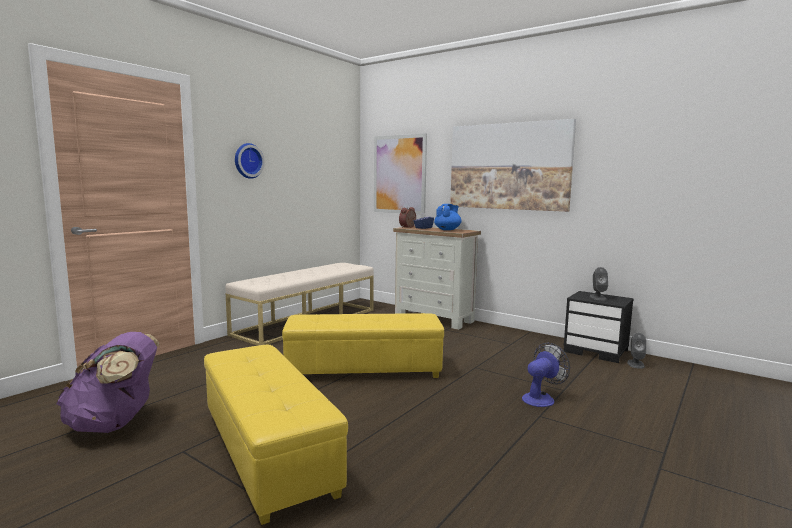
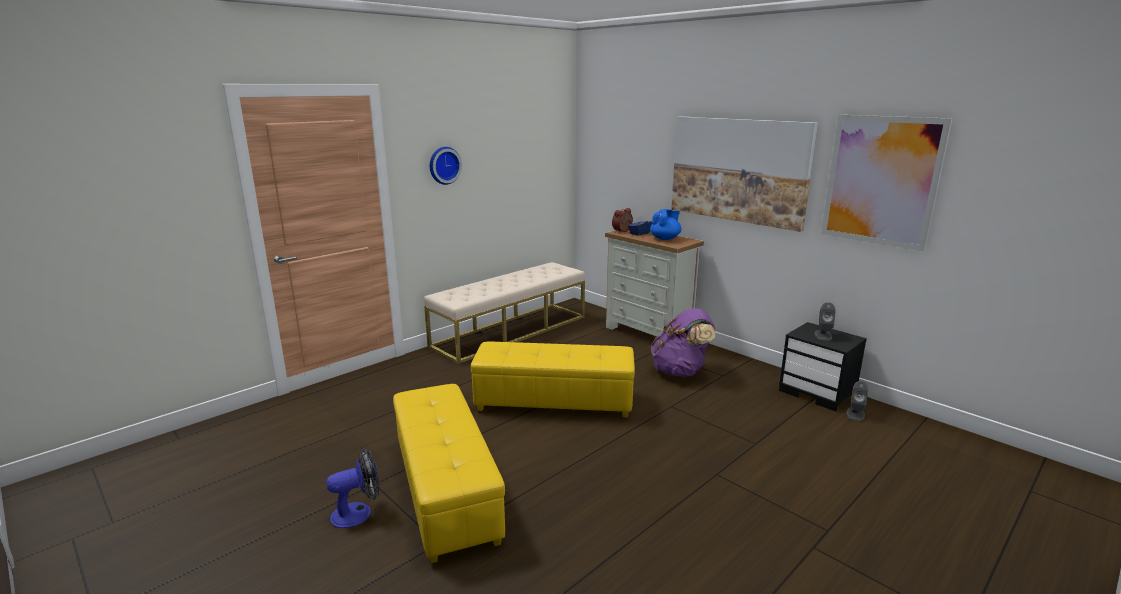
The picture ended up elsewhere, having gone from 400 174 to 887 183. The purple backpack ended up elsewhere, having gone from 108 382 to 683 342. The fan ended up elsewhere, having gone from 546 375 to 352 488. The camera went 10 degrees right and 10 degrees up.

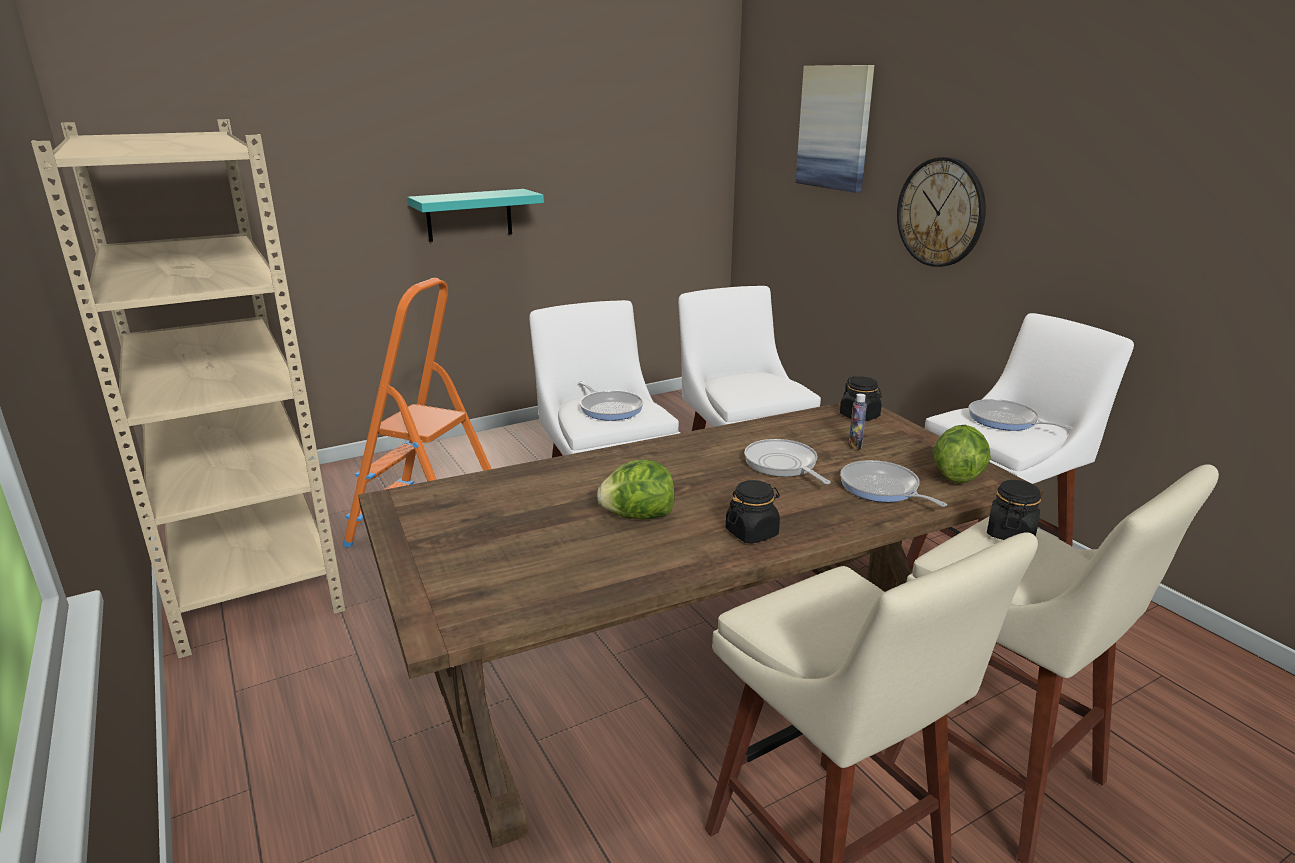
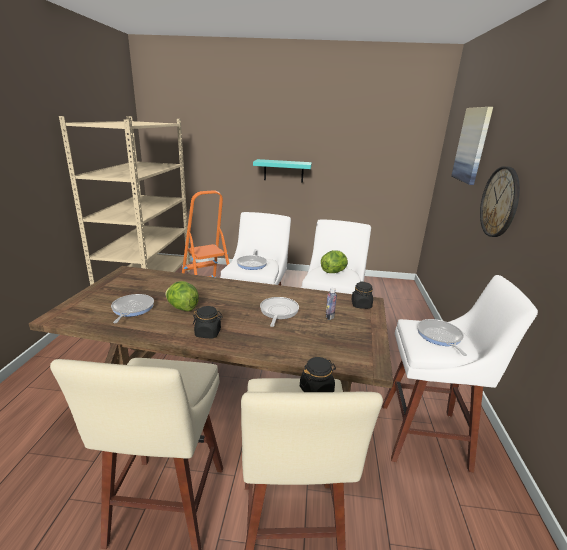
The lettuce ended up elsewhere, having gone from 962 454 to 334 261. The frying pan ended up elsewhere, having gone from 893 483 to 132 308. The camera went 35 degrees right and 0 degrees up.

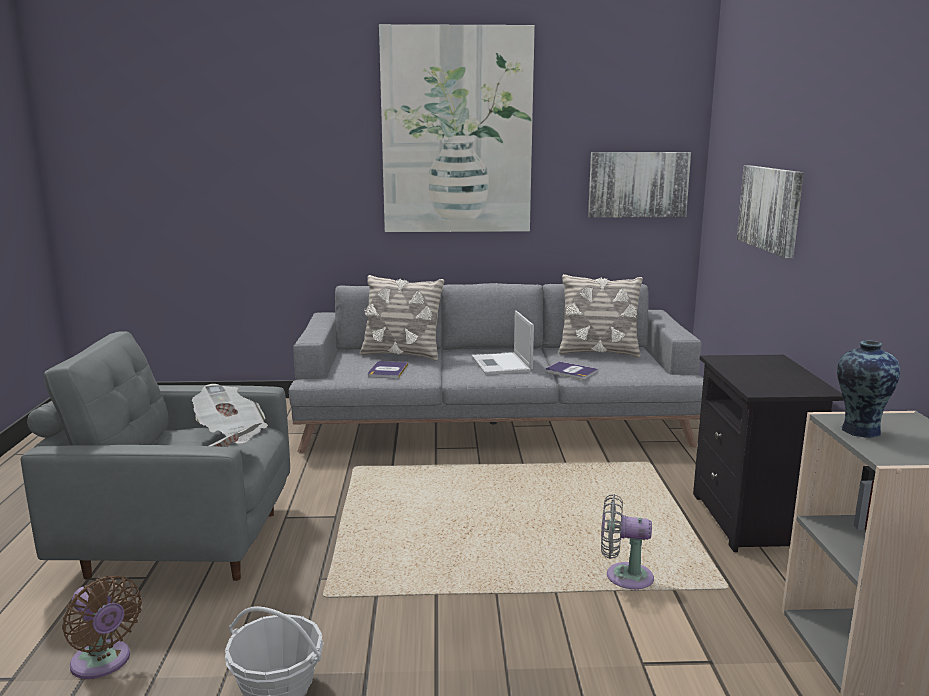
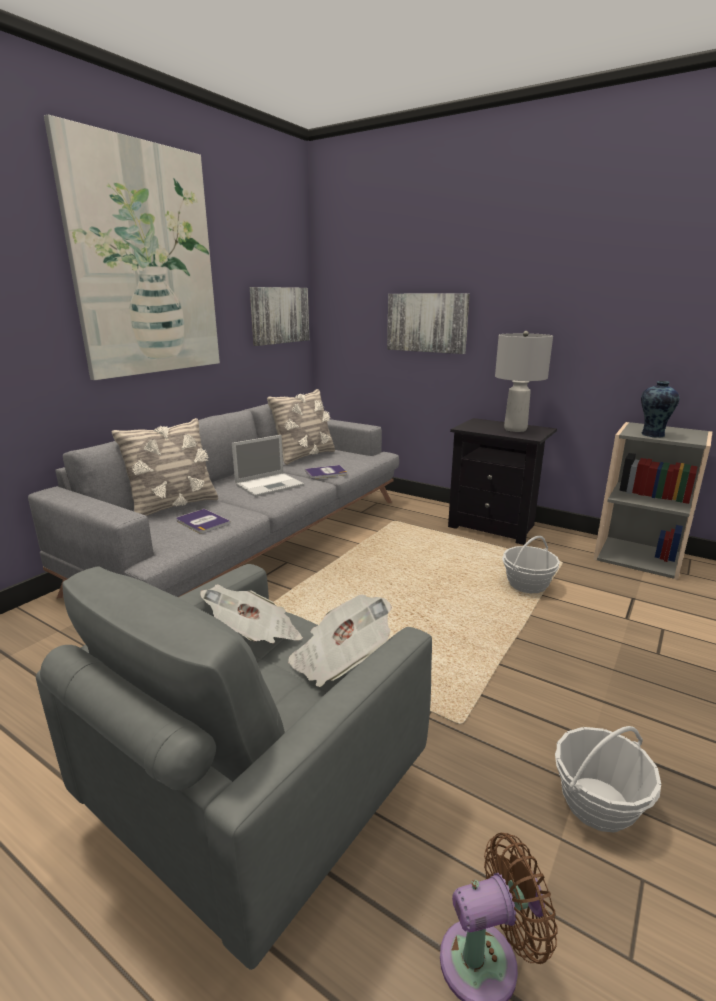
The laptop at 503 342 ended up facing another way, 60 degrees counterclockwise from before. Where the grey fan stood at 627 542, the basket came to stand at 531 564. The second view gained the grey table lamp at 524 381. The camera went 55 degrees left and 5 degrees up.

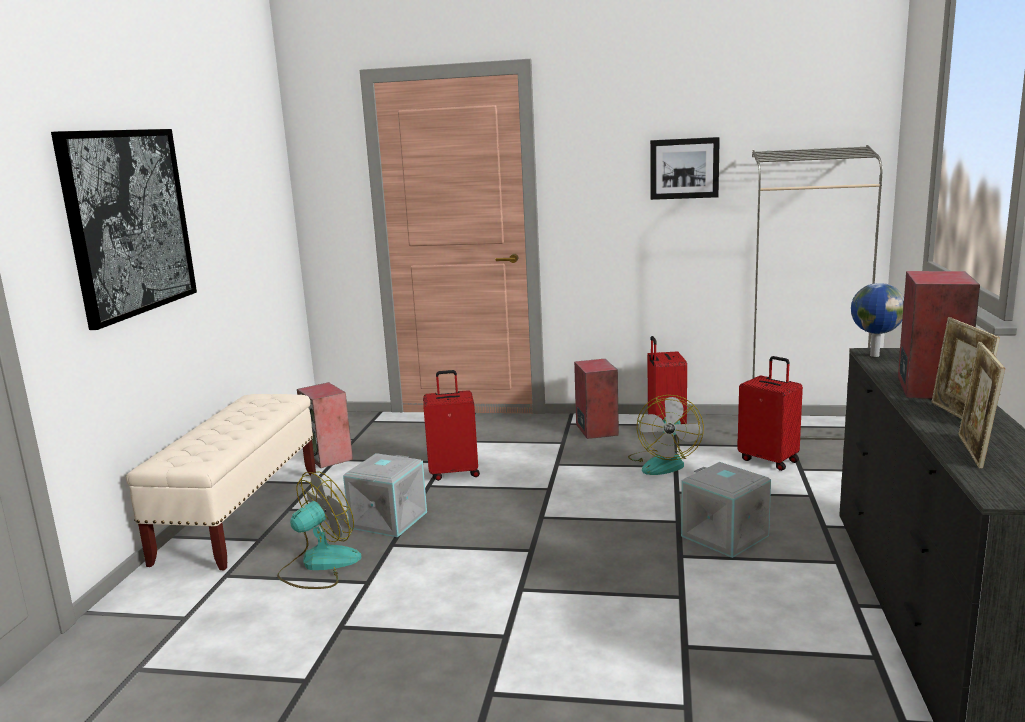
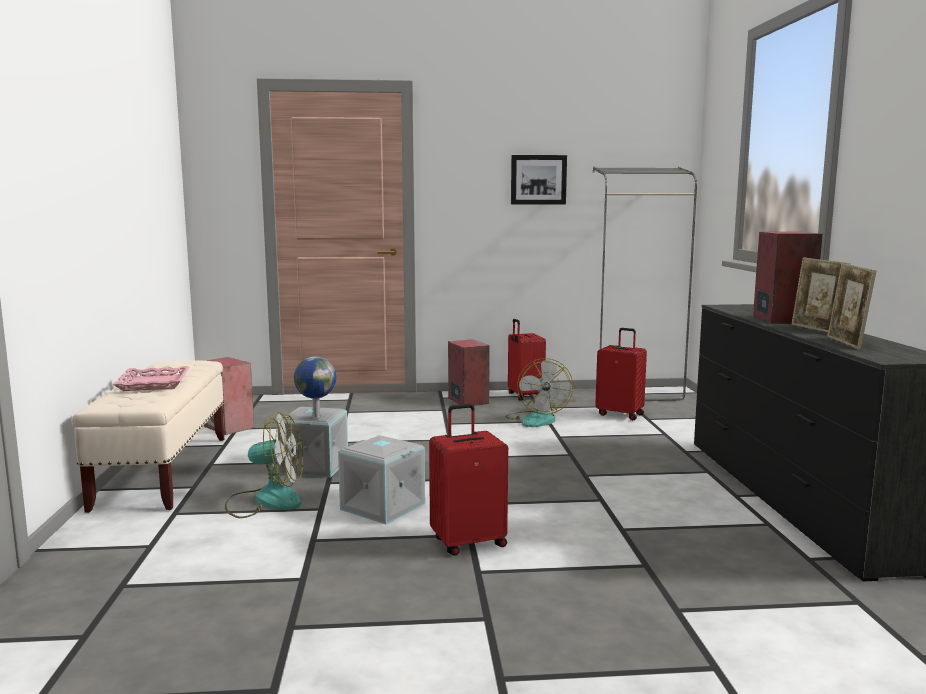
The second view lost the picture at 124 229. The globe ended up elsewhere, having gone from 877 320 to 315 387. The red suitcase ended up elsewhere, having gone from 451 425 to 468 479. The grey storage box ended up elsewhere, having gone from 726 510 to 381 479. The fan at 319 530 ended up facing another way, 60 degrees clockwise from before. The second view gained the pink tray at 151 378. The camera went 15 degrees left and 5 degrees down.

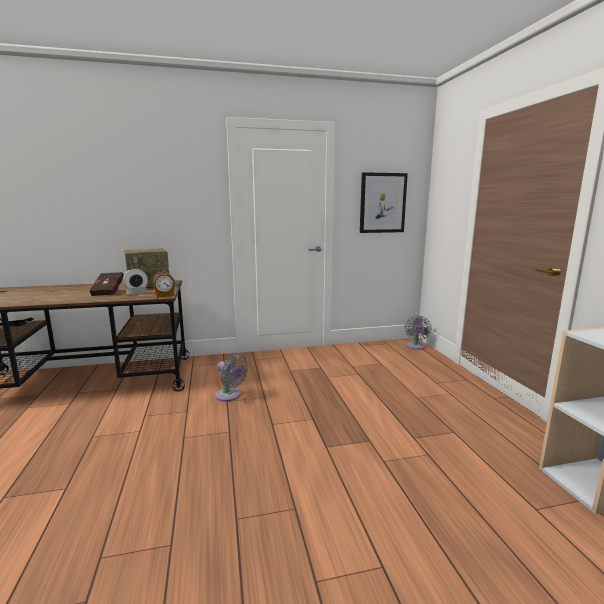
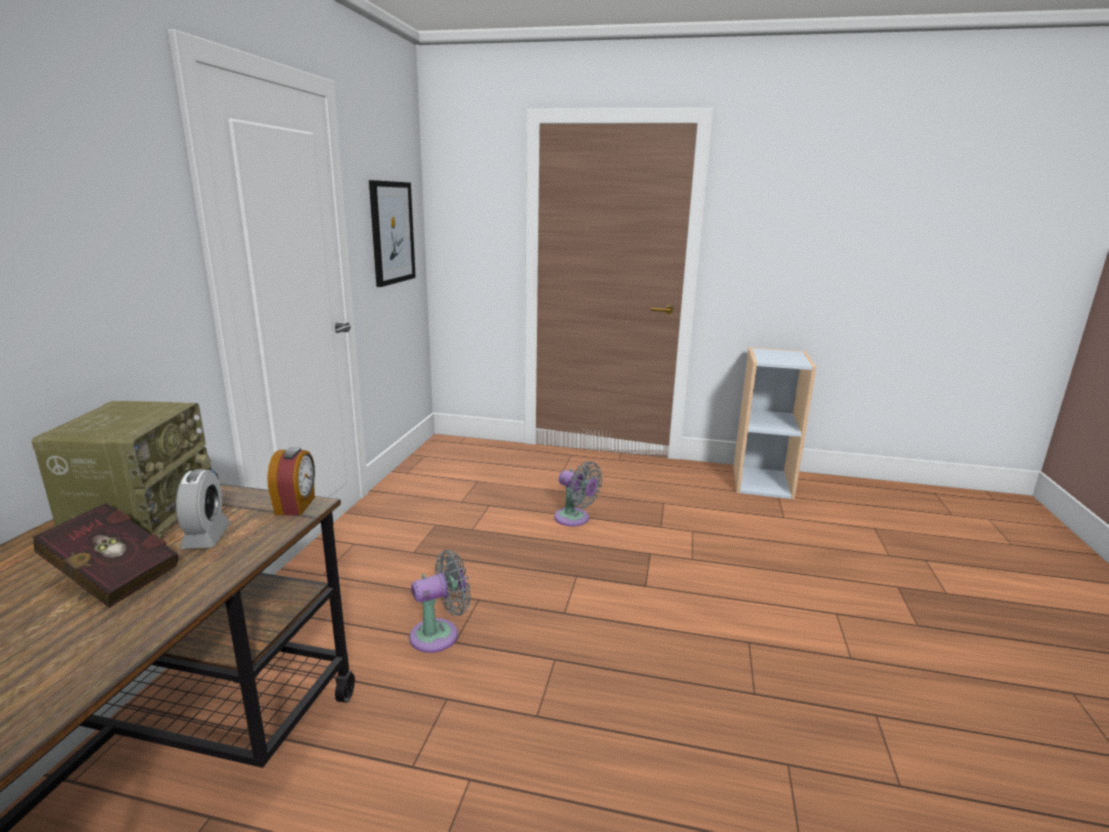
The grey fan ended up elsewhere, having gone from 418 333 to 578 494. The camera went 65 degrees left and 5 degrees up.

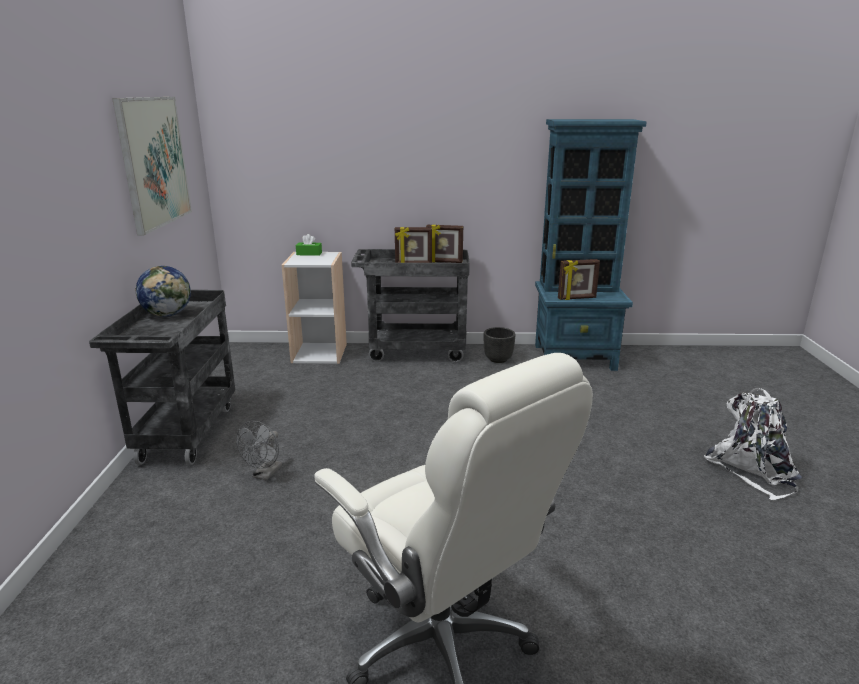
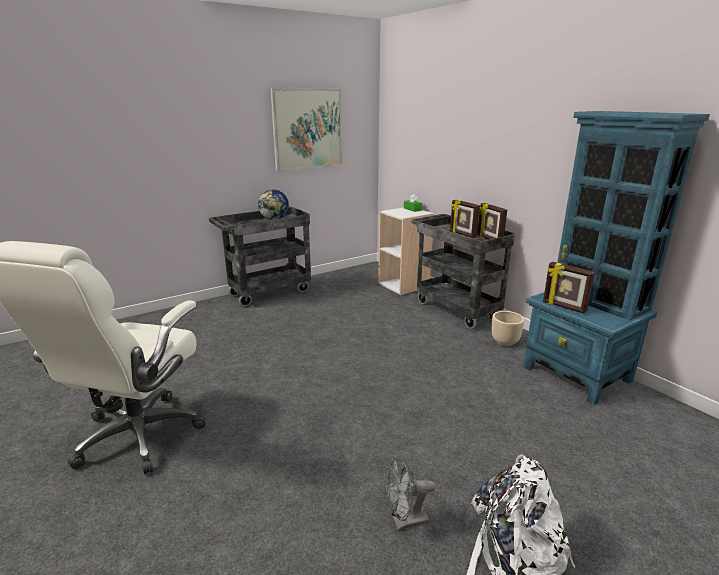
What was the black planter at 499 345 turned into the beige planter at 508 328. The grey fan ended up elsewhere, having gone from 259 451 to 409 493. The camera went 55 degrees right and 0 degrees up.

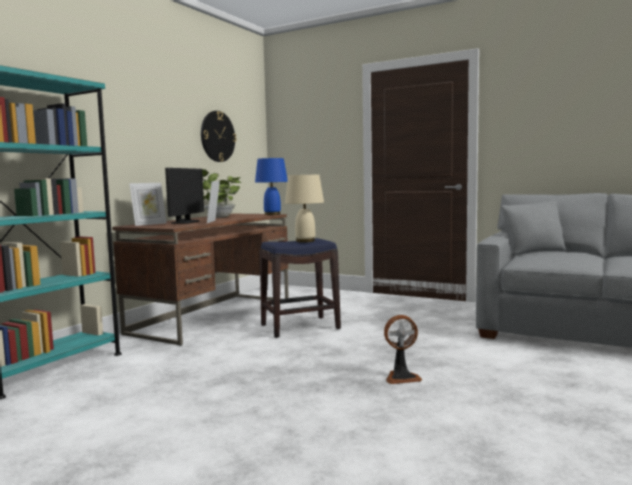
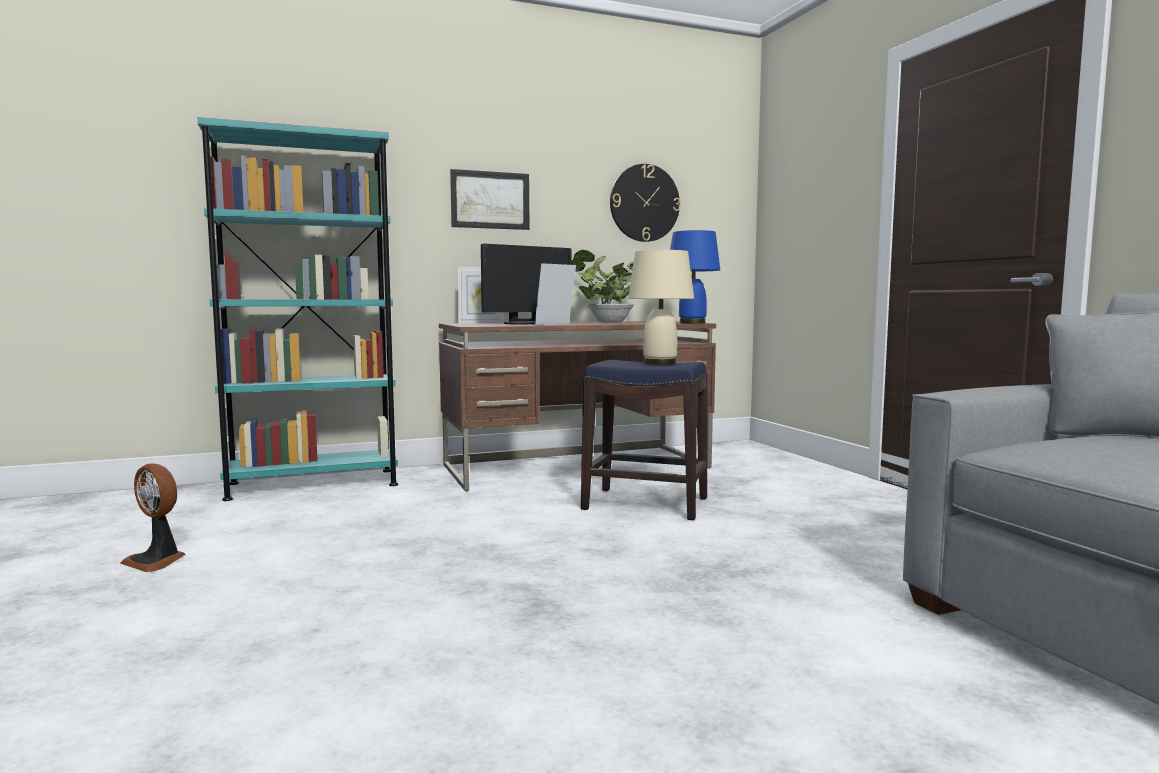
The fan ended up elsewhere, having gone from 403 349 to 152 517. The second view gained the picture at 490 199. The camera went 40 degrees right and 0 degrees up.

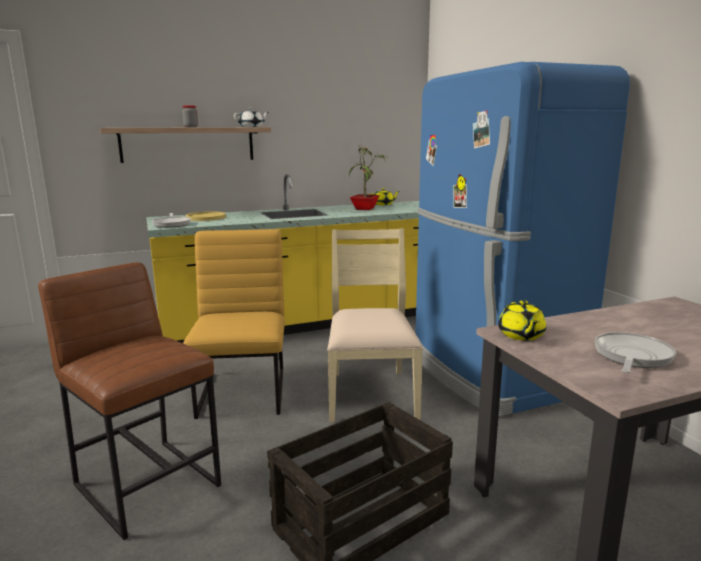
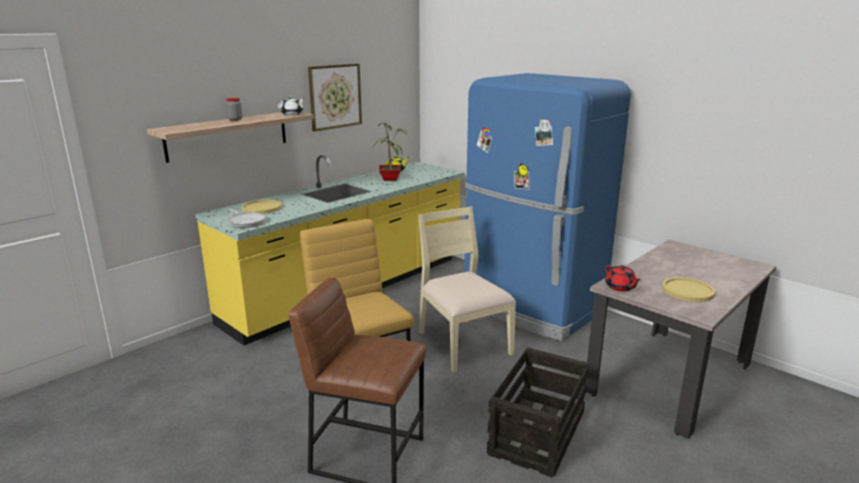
What was the yellow teapot at 522 320 turned into the red teapot at 623 278. Where the frying pan stood at 635 352, the yellow plate came to stand at 688 289. The second view gained the picture at 335 97. The camera went 25 degrees left and 5 degrees up.

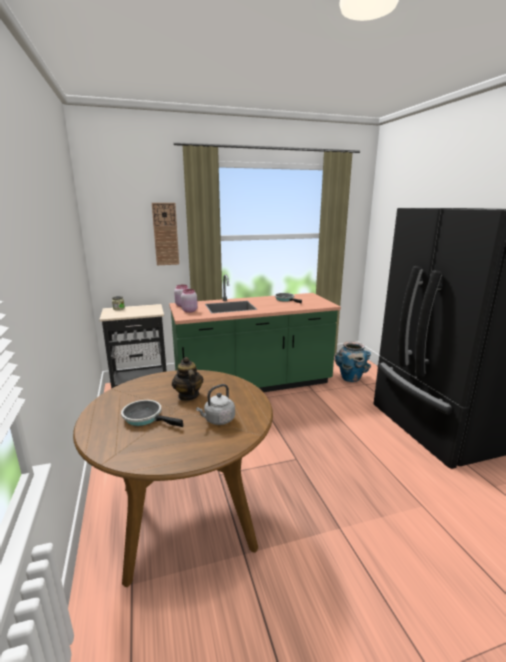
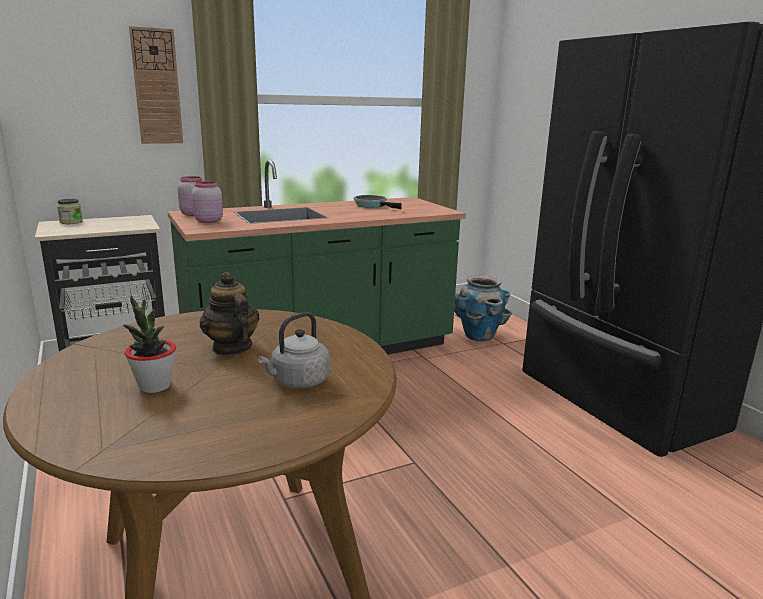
Where the frying pan stood at 152 413, the potted plant came to stand at 149 344. The camera went 10 degrees left and 0 degrees up.

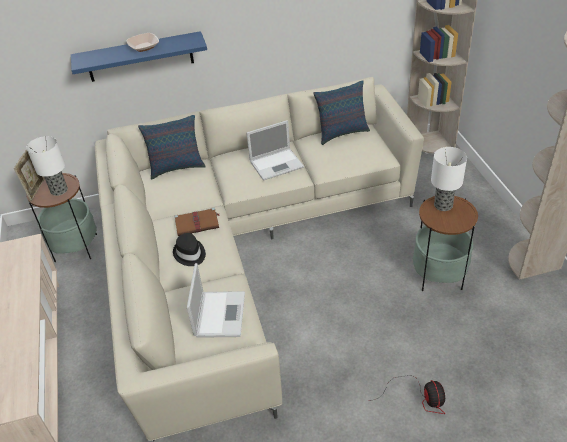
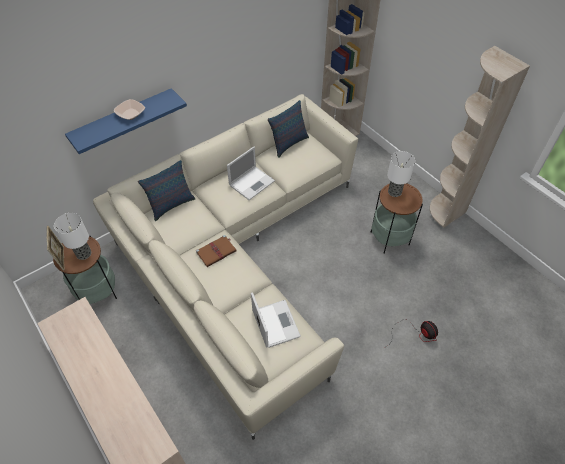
The second view lost the black hat at 189 249. The camera went 25 degrees left and 10 degrees up.

